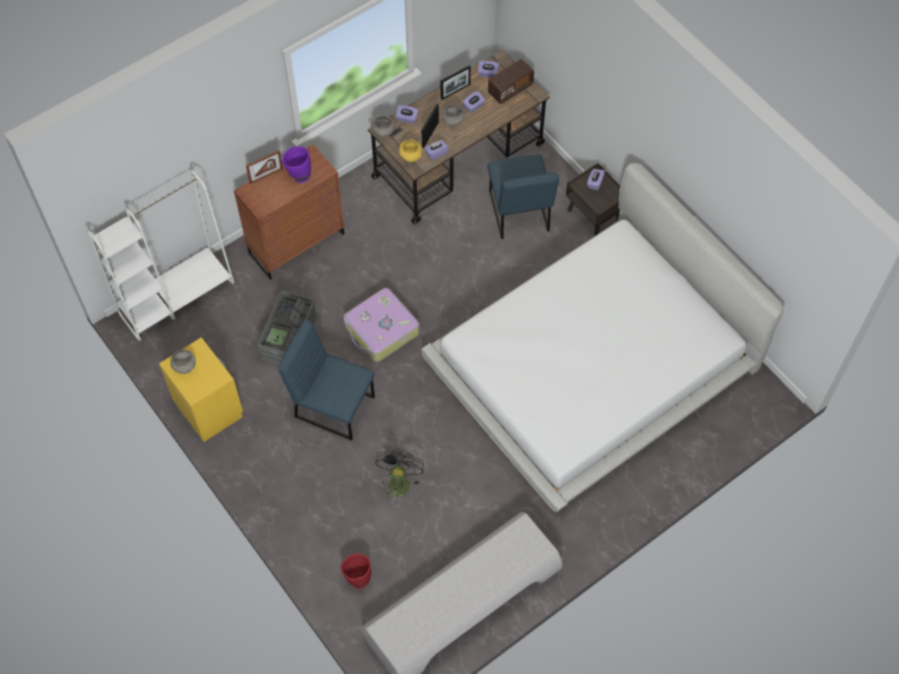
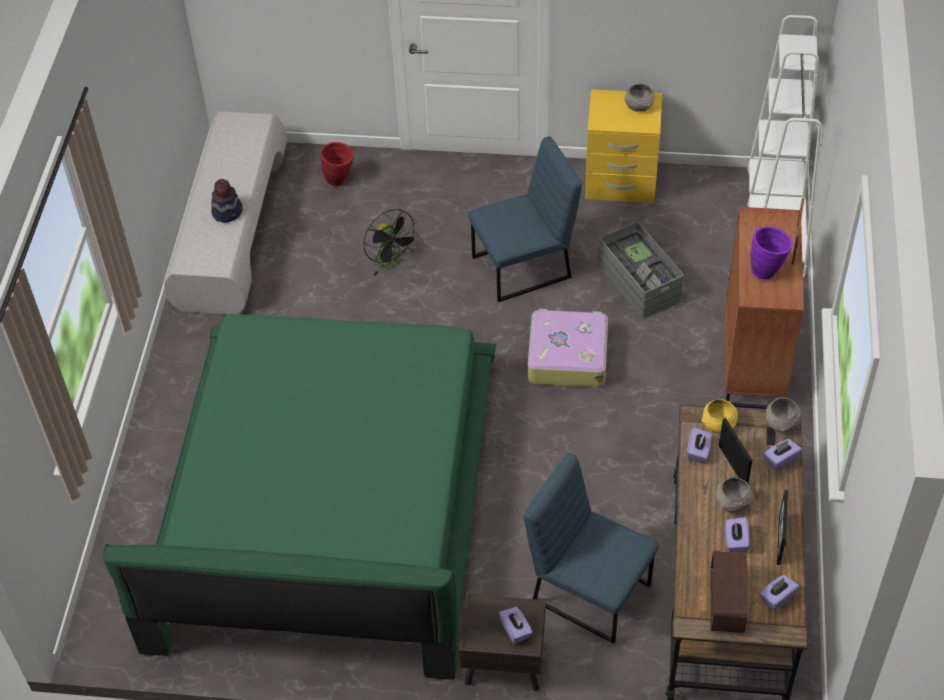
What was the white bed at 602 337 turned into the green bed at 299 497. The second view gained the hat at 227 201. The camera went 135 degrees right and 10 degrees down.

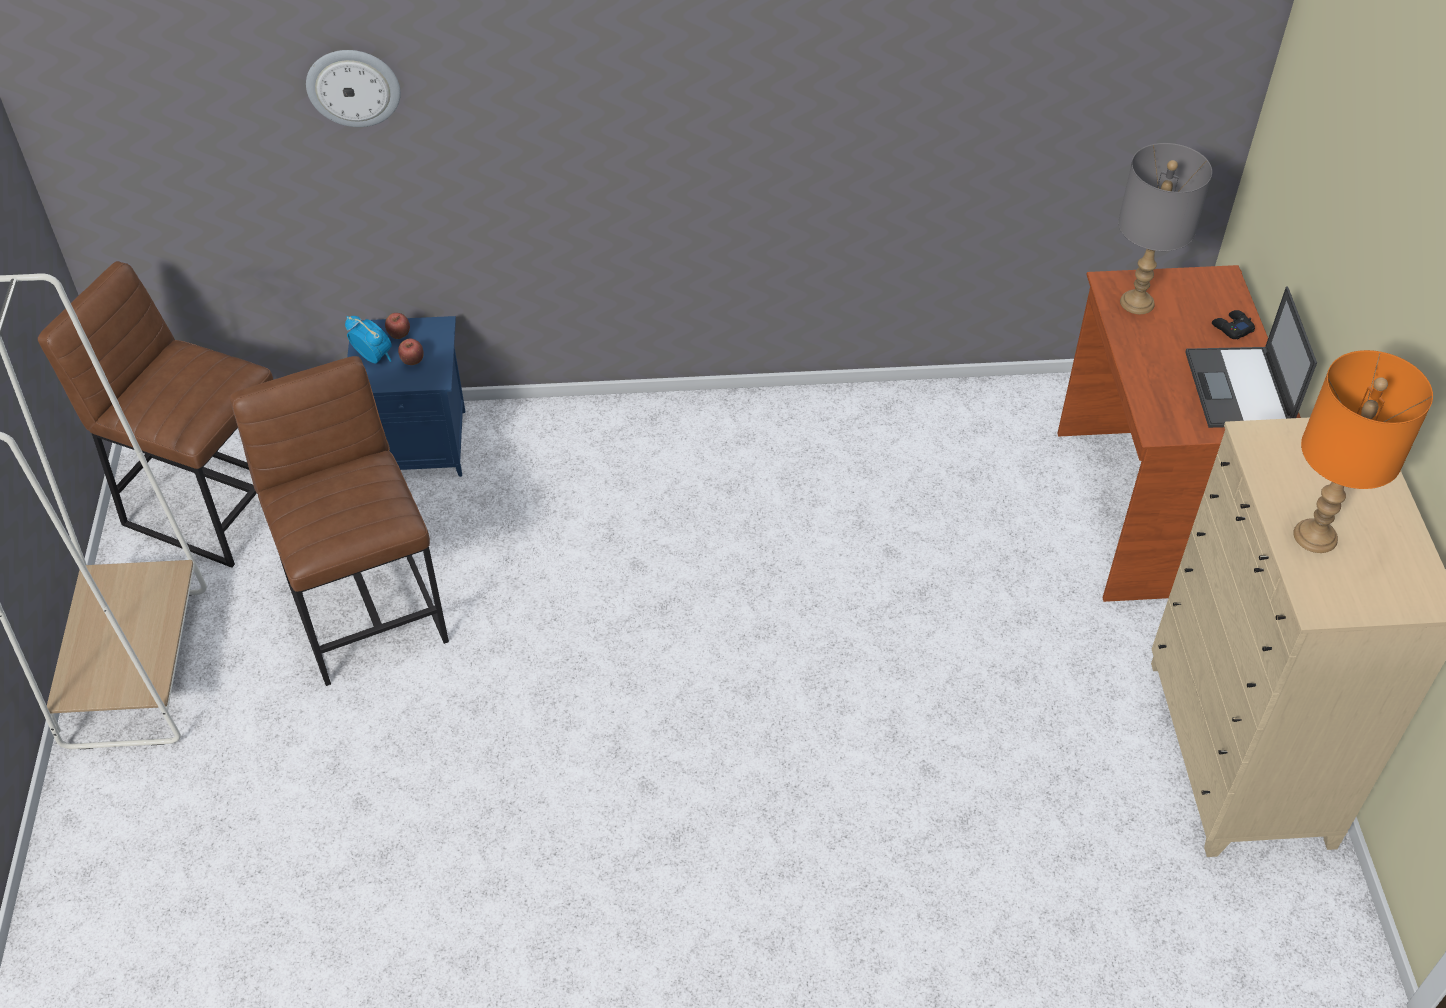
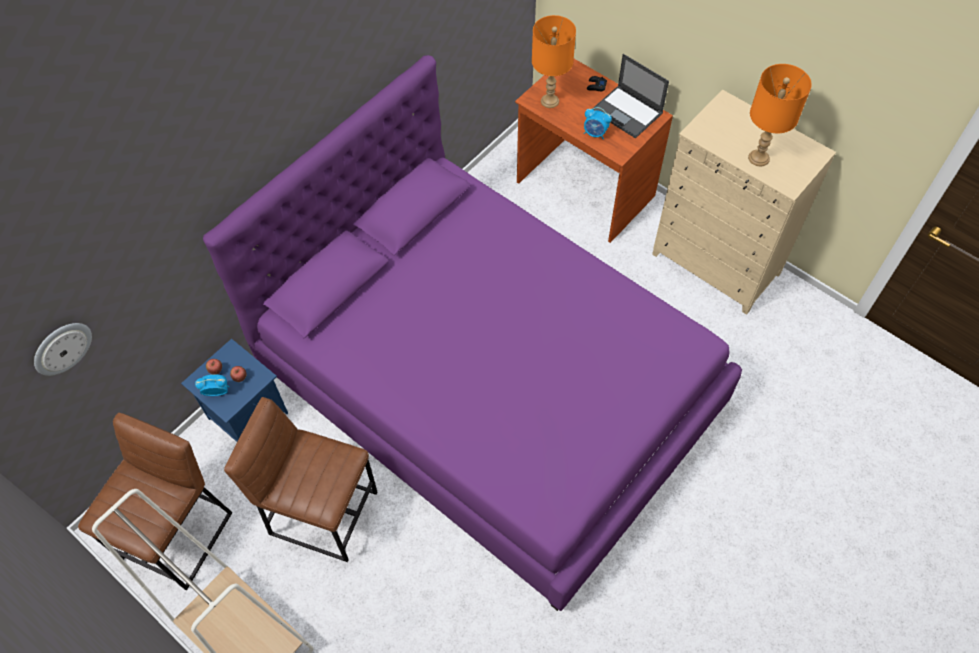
The wall clock ended up elsewhere, having gone from 353 88 to 63 349. What was the grey table lamp at 1165 228 turned into the orange table lamp at 554 61. The brown chair at 155 414 ended up facing another way, 135 degrees clockwise from before. The second view gained the purple bed at 472 333. The second view gained the alarm clock at 598 123. The camera went 45 degrees left and 10 degrees up.

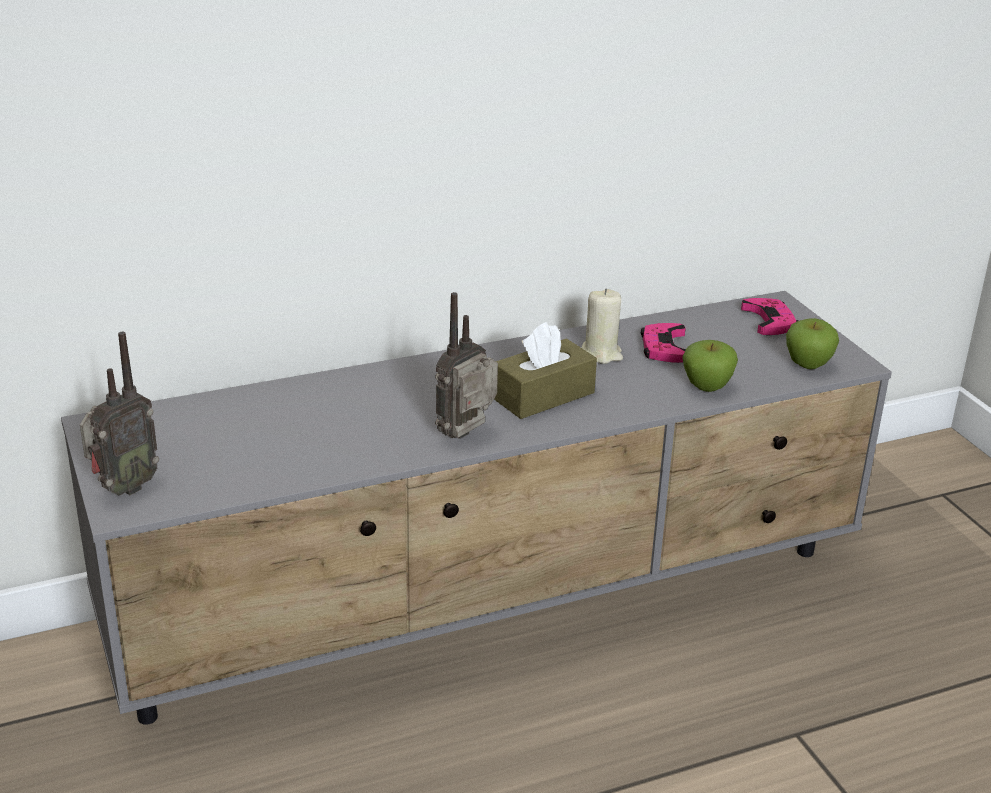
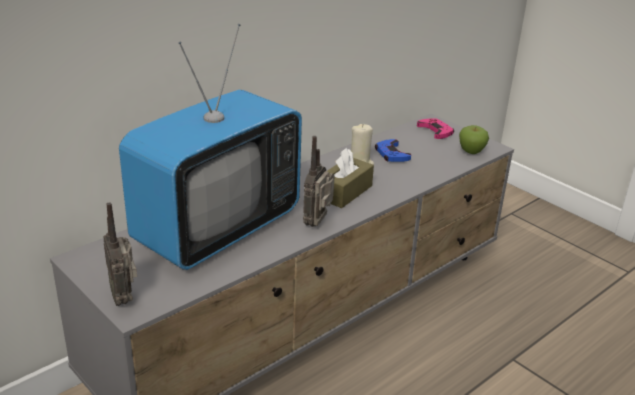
What was the pink game controller at 663 343 turned into the blue game controller at 393 150. The radio at 119 413 ended up facing another way, 135 degrees clockwise from before. The second view lost the apple at 710 366. The second view gained the television at 210 147. The camera went 20 degrees left and 0 degrees up.

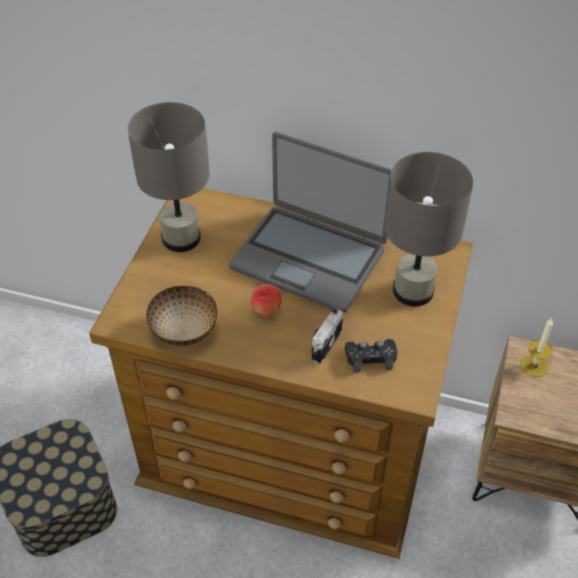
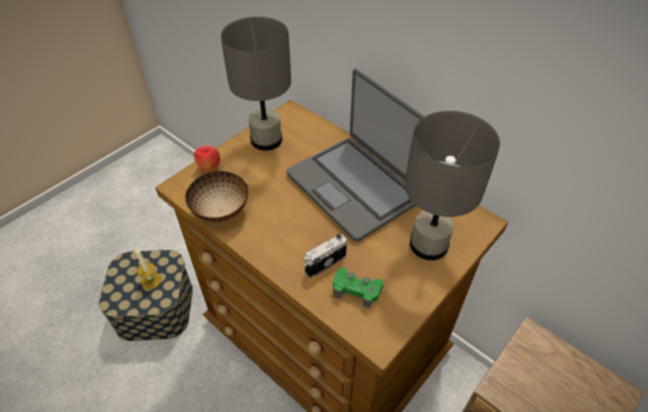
The apple ended up elsewhere, having gone from 266 300 to 207 158. The candle ended up elsewhere, having gone from 536 347 to 148 268. What was the black game controller at 371 356 turned into the green game controller at 358 288. The camera went 25 degrees right and 0 degrees up.

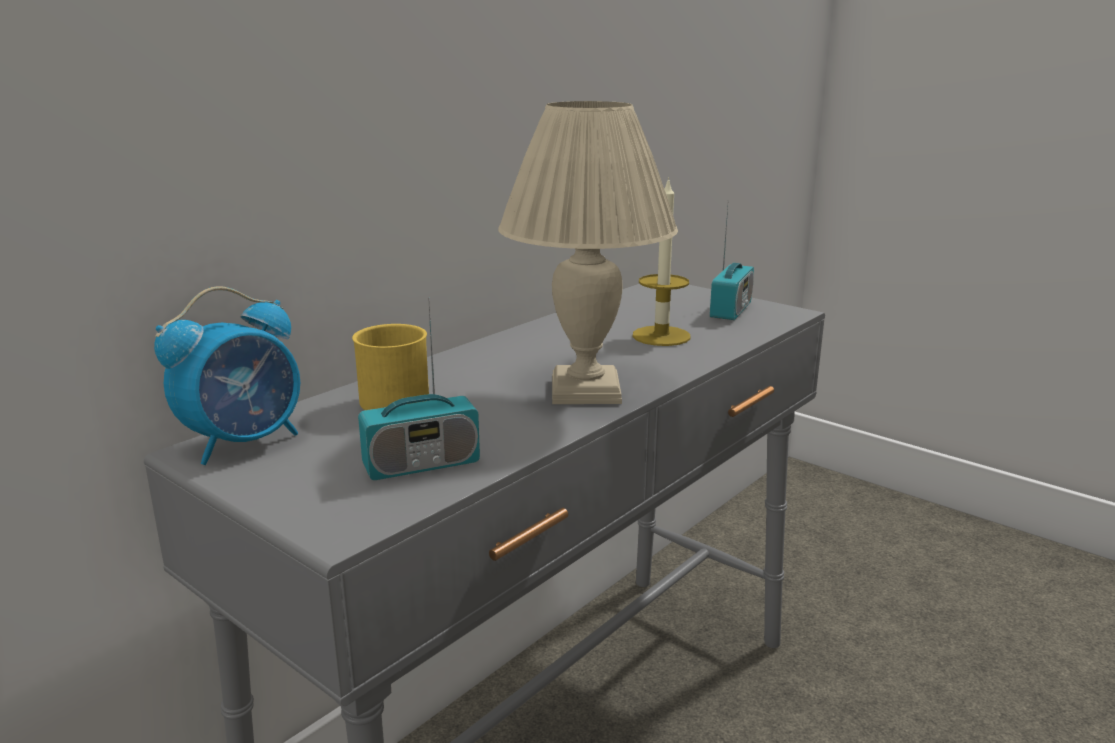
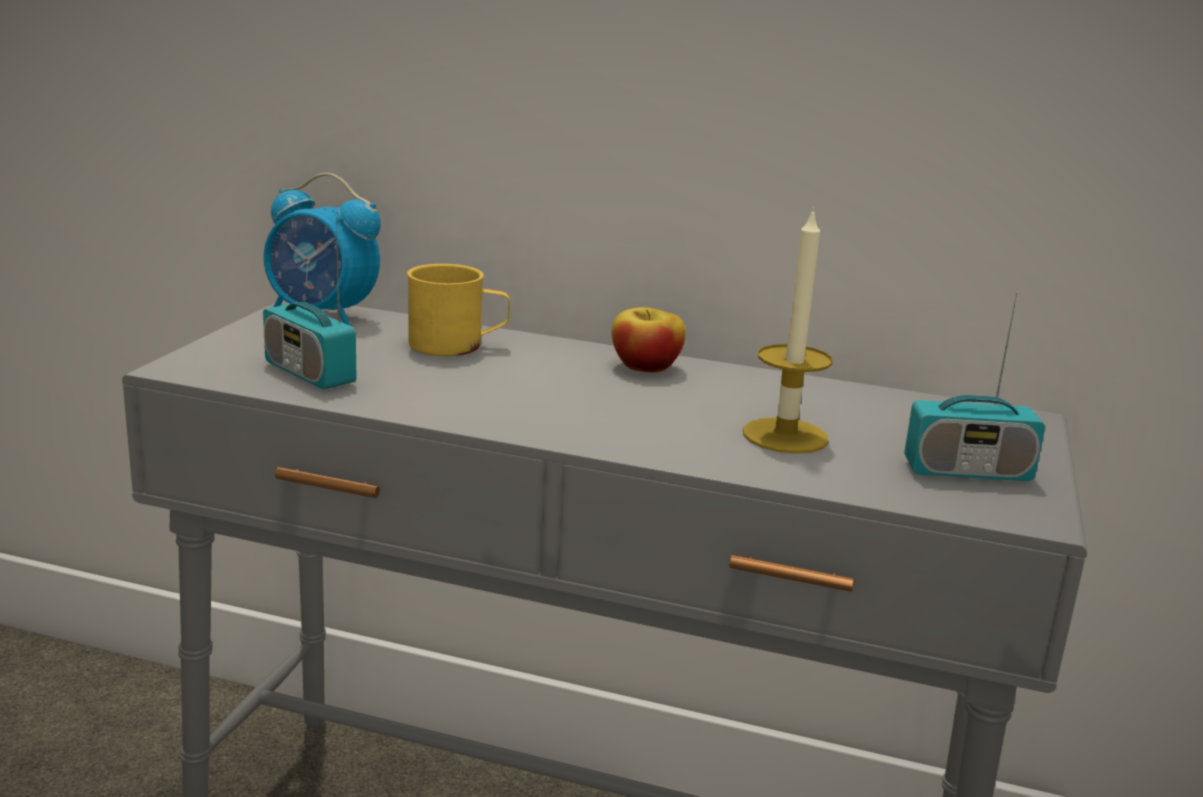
The second view lost the beige table lamp at 588 252. The second view gained the apple at 649 340. The camera went 65 degrees right and 0 degrees up.

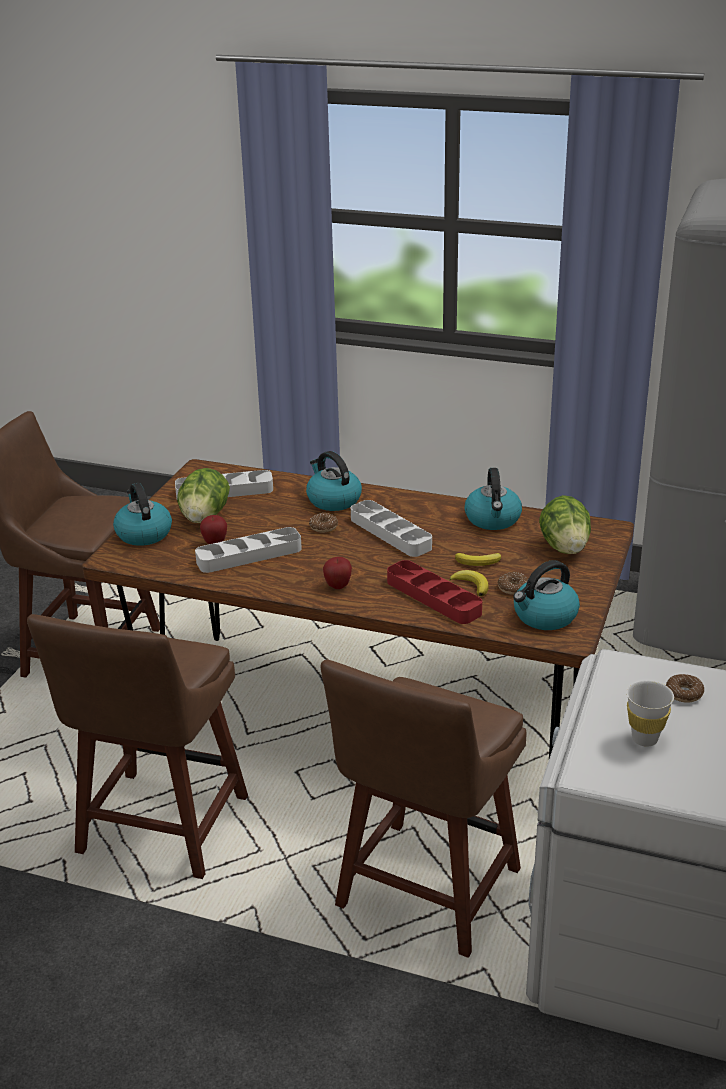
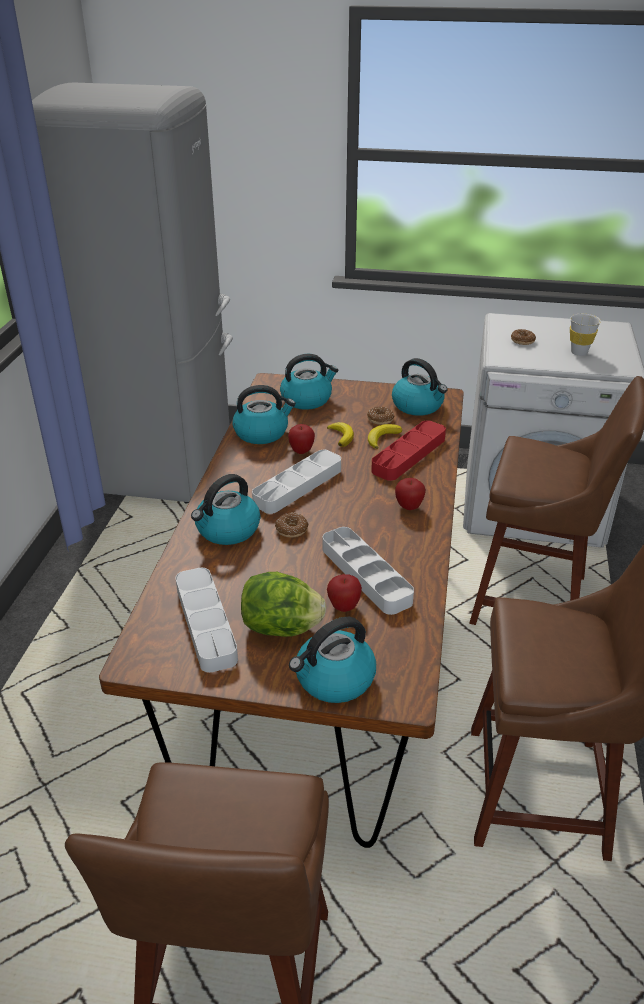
Where the lettuce stood at 565 524, the kettle came to stand at 309 382. The second view gained the apple at 301 439. The camera went 100 degrees left and 5 degrees up.

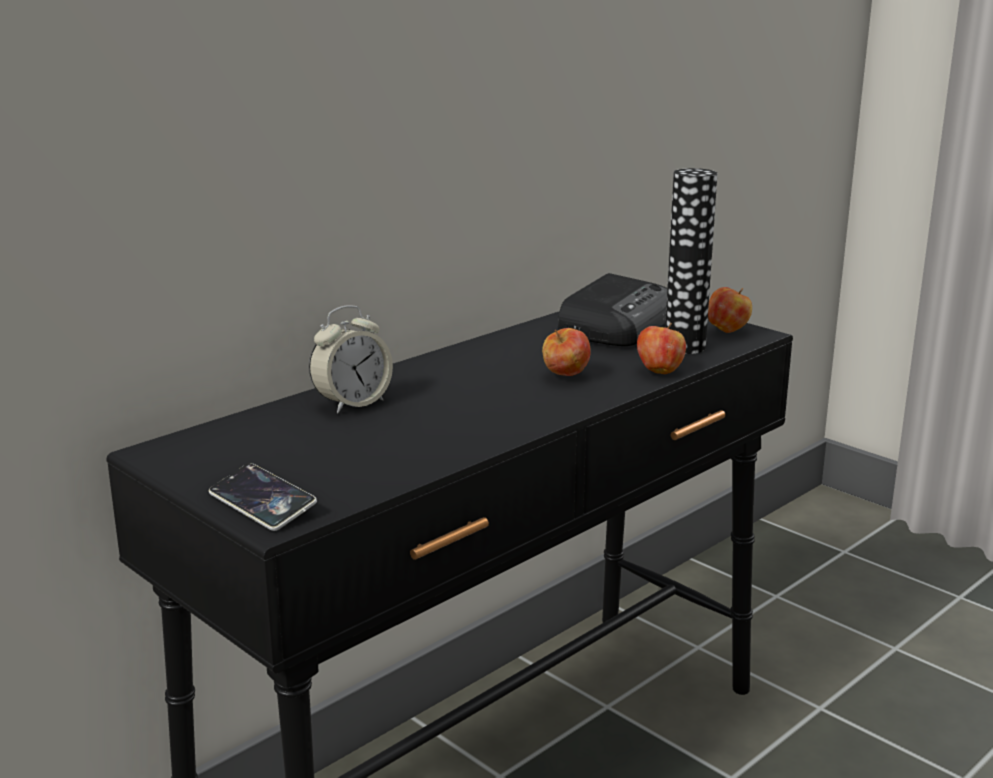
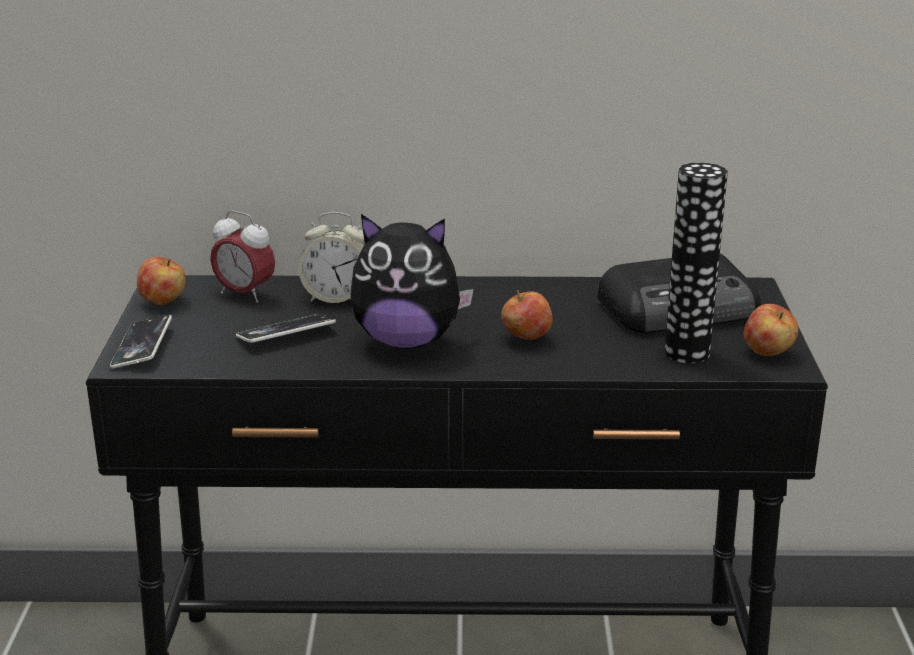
The apple ended up elsewhere, having gone from 661 348 to 161 281. The second view gained the alarm clock at 242 256. The second view gained the plush toy at 412 281. The second view gained the phone at 286 328. The camera went 45 degrees right and 5 degrees up.

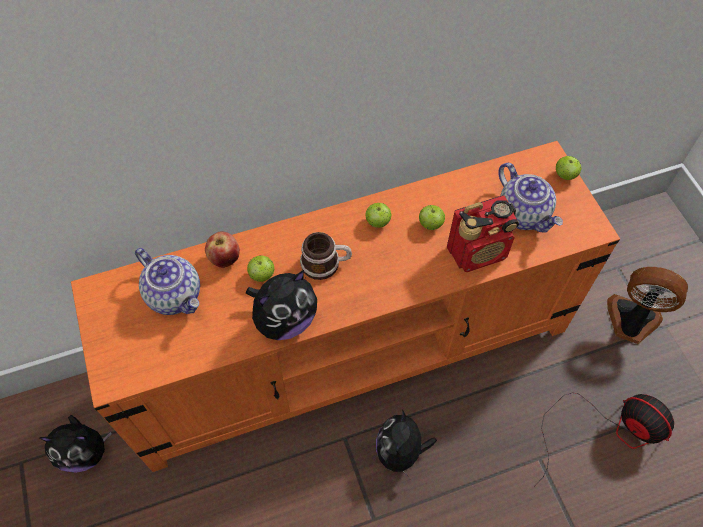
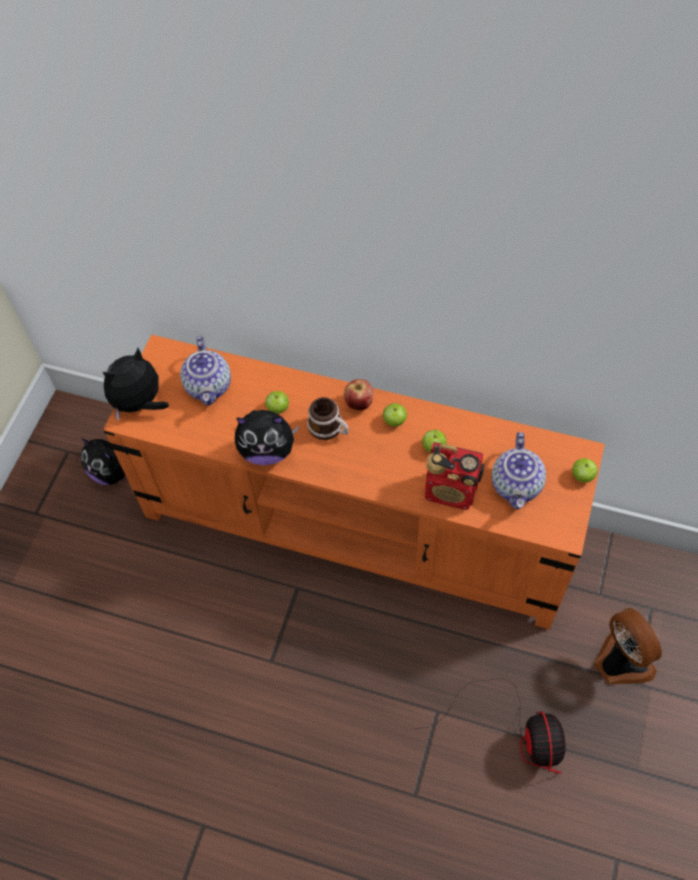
The apple ended up elsewhere, having gone from 222 250 to 359 395. The plush toy ended up elsewhere, having gone from 406 444 to 136 384. The camera went 40 degrees right and 0 degrees up.

